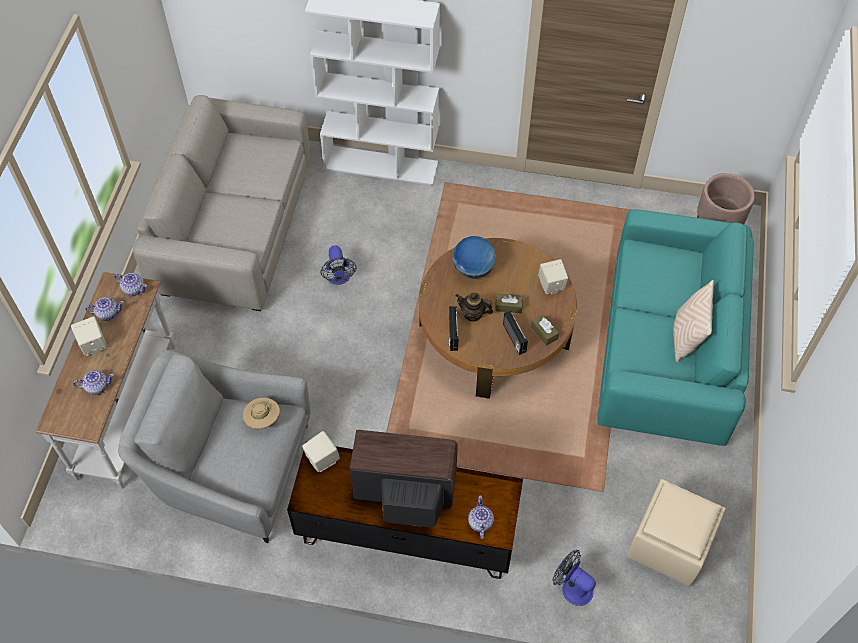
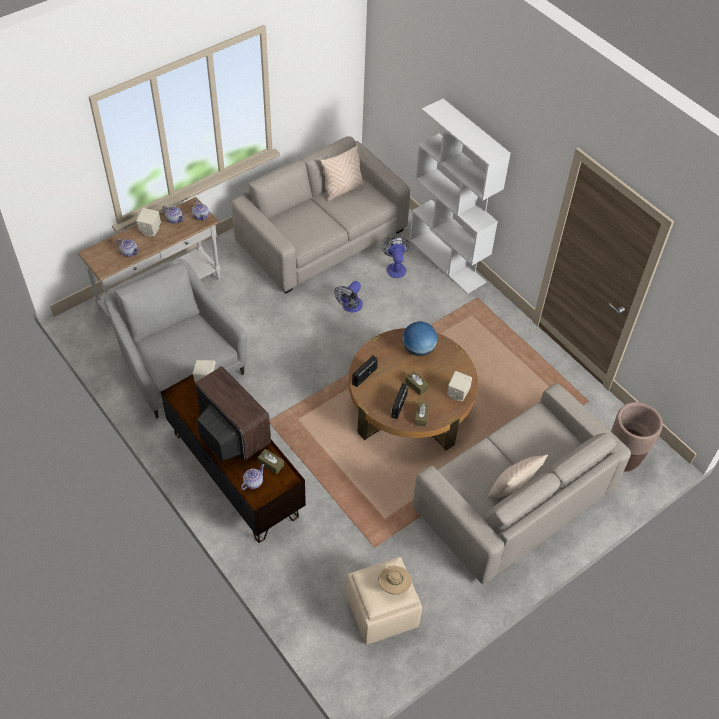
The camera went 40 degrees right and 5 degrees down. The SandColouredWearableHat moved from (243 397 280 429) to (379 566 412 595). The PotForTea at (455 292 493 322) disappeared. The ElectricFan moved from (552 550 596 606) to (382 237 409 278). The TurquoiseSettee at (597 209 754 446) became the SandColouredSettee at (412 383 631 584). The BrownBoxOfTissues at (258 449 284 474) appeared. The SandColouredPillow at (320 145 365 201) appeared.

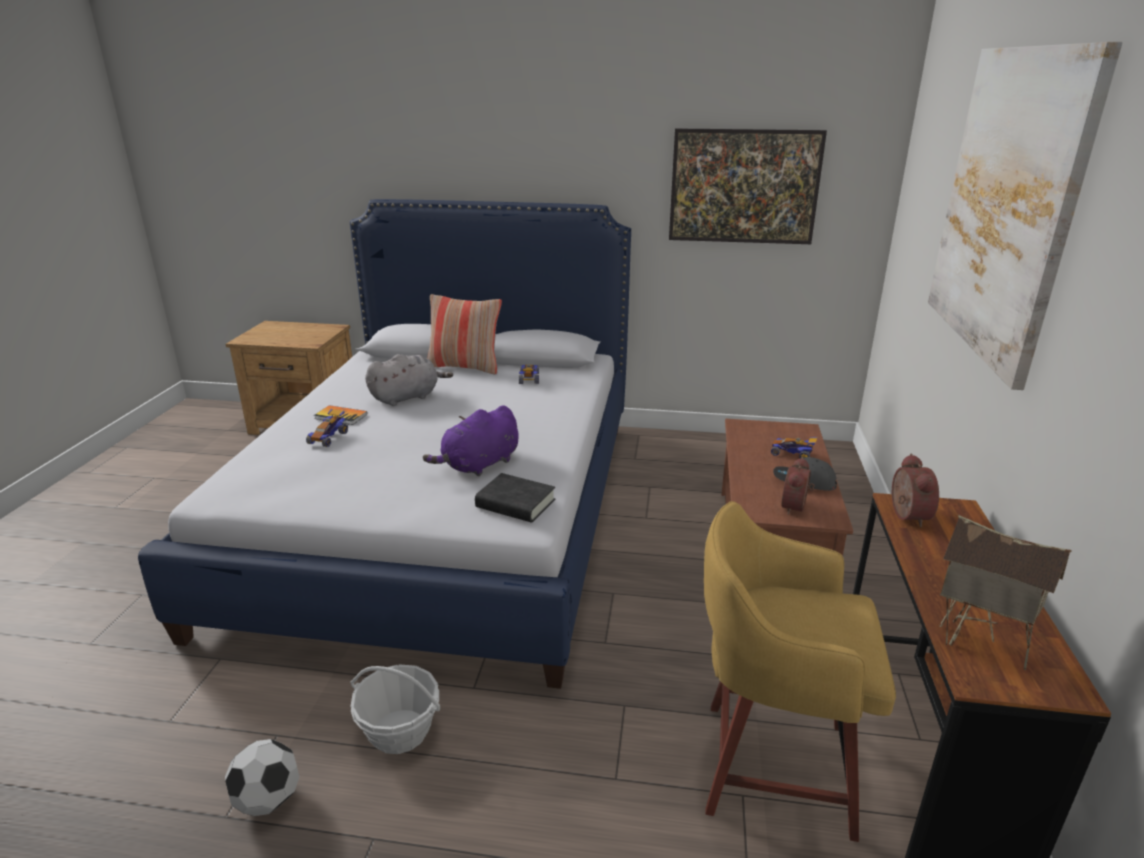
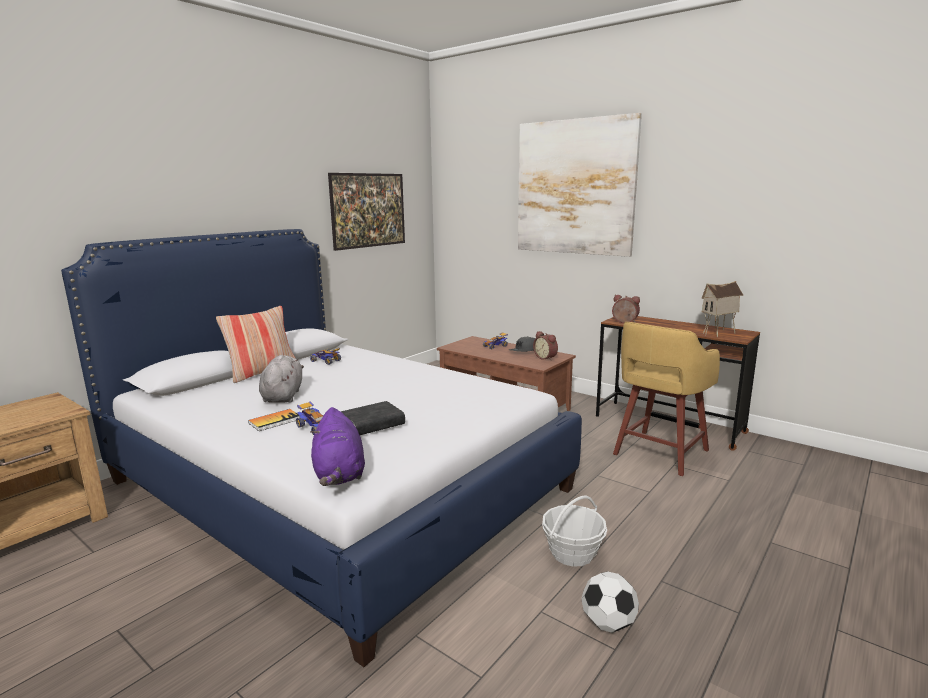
The camera went 60 degrees left and 10 degrees down. The PurplePlushToy moved from (423 405 519 476) to (310 407 365 486). The BlackBoundBook moved from (475 473 555 523) to (341 401 405 435).

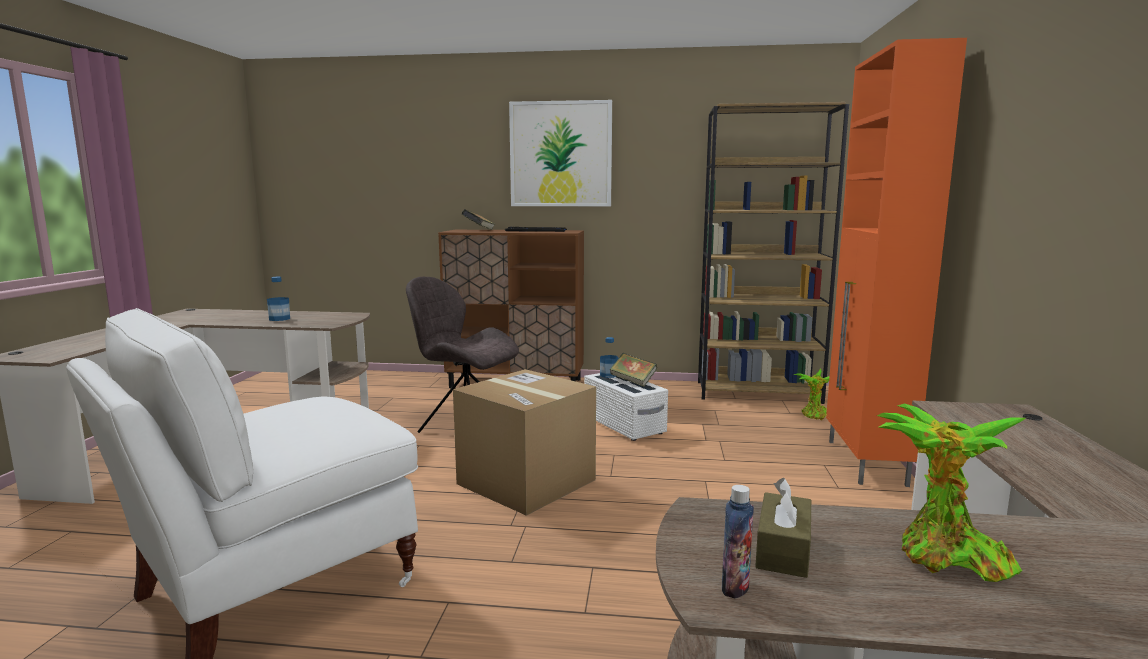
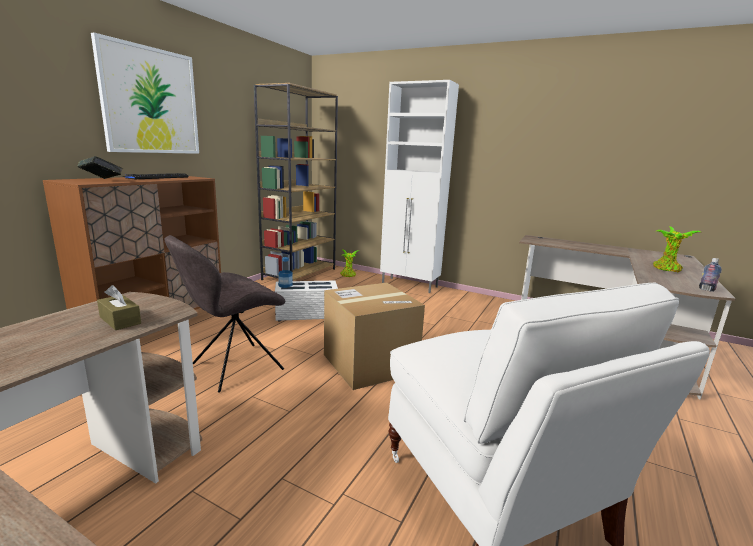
The camera went 70 degrees left and 5 degrees up. The BeverageBottle at (267 277 290 321) disappeared. The BoundBook at (610 353 657 387) disappeared. The BrownBoxOfTissues moved from (755 478 811 578) to (97 285 141 330). The OrangeyCabinet at (826 38 967 487) became the WhiteColouredCabinet at (380 80 459 293).

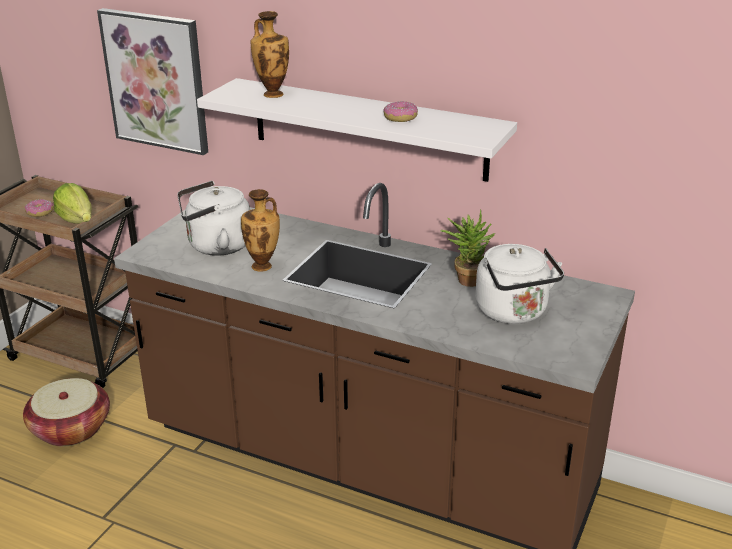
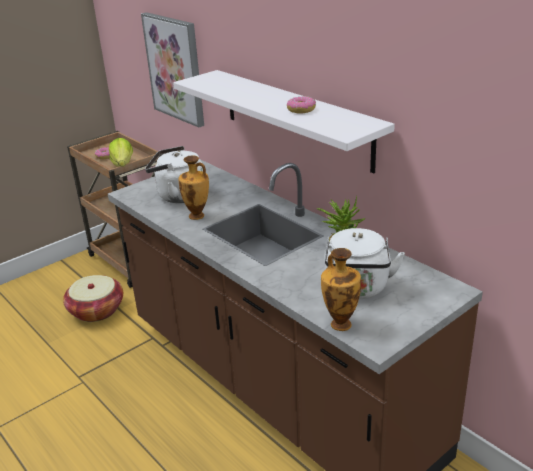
The camera went 25 degrees right and 0 degrees up. The DecorativeVase moved from (251 11 289 98) to (321 248 361 331).

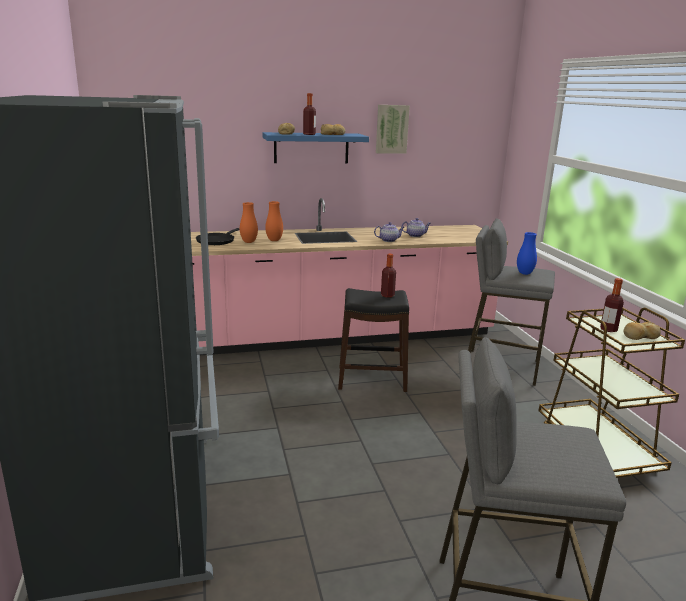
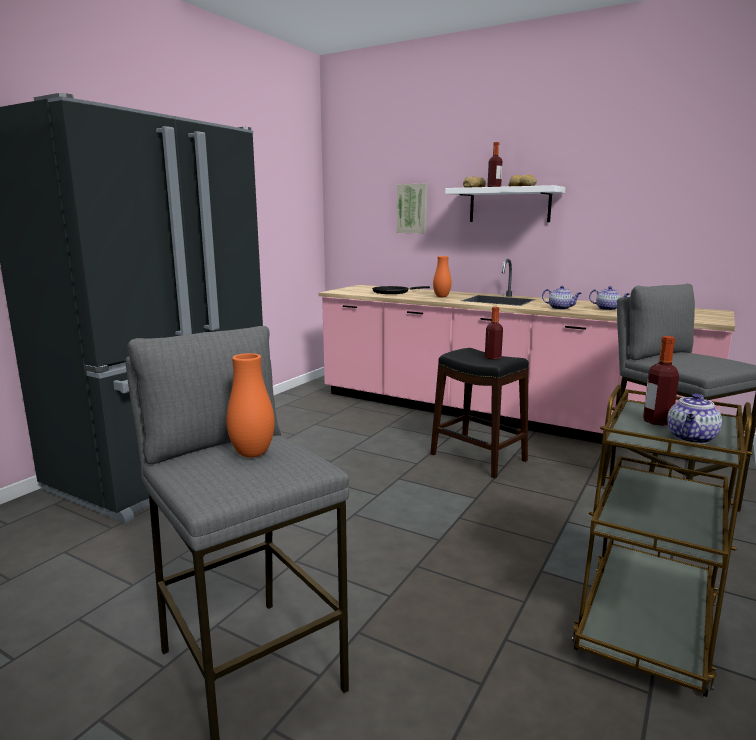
The camera went 45 degrees right and 5 degrees down. The OrangeyDecorativeVase moved from (240 202 258 243) to (226 353 275 458). The BlueBracketShelf at (262 132 369 163) became the WhiteColouredBracketShelf at (445 185 566 222). The WallArt moved from (376 105 410 154) to (396 184 428 233). The BlueDecorativeVase at (517 232 537 275) disappeared. The Bread at (624 321 661 340) was replaced by the PotForTea at (667 393 722 444).

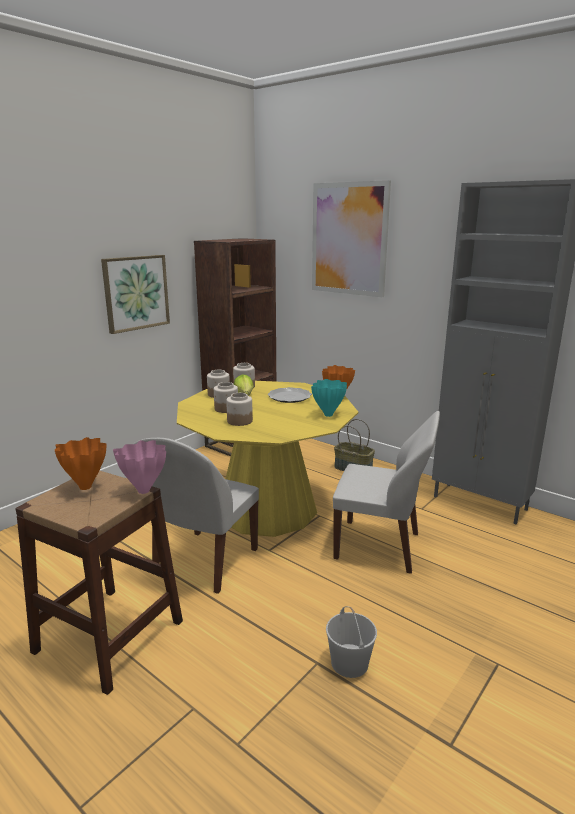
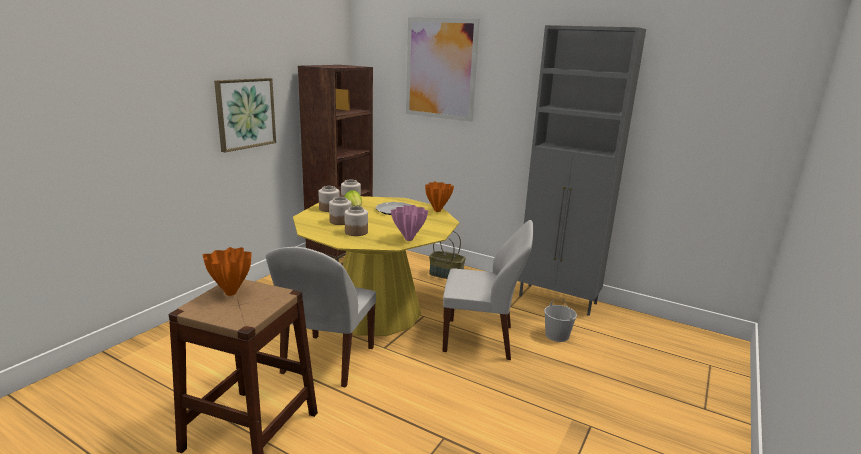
The camera went 10 degrees left and 0 degrees up. The PinkColouredDecorativeVase moved from (113 440 166 494) to (391 205 428 241). The TurquoiseDecorativeVase at (311 379 347 417) disappeared. The WhiteColouredBucket moved from (326 606 377 678) to (544 298 577 342).

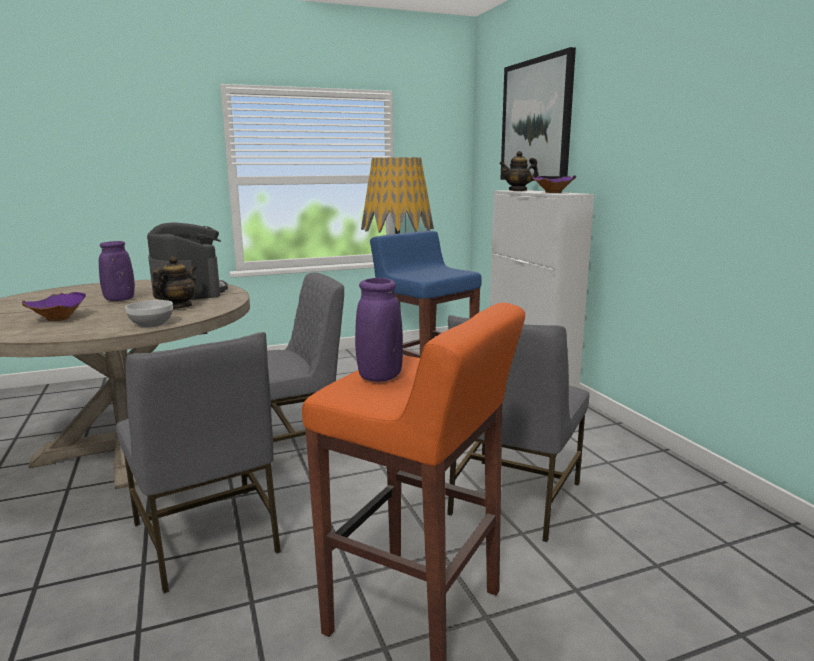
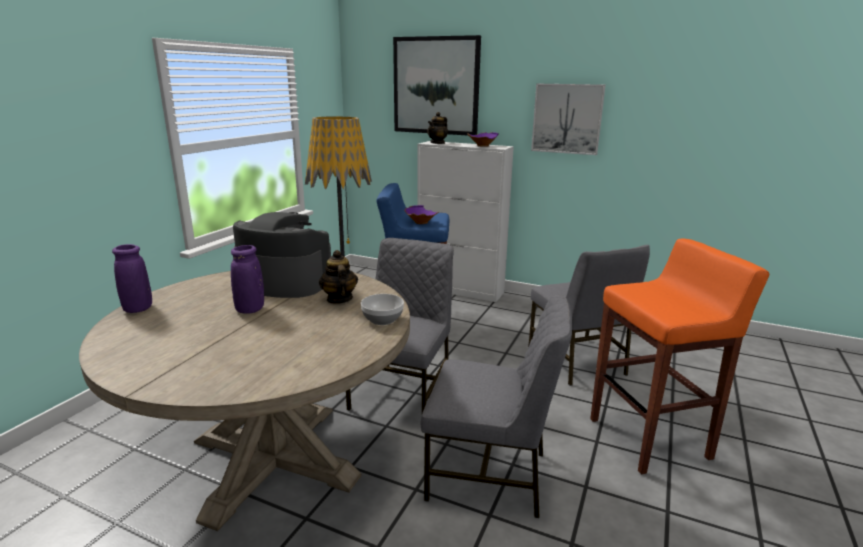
The camera went 45 degrees left and 5 degrees up. The PurpleDeepDish moved from (22 292 86 321) to (404 205 439 224). The PurpleDecorativeVase moved from (355 278 403 382) to (112 244 152 313). The WallArt at (531 84 606 155) appeared.

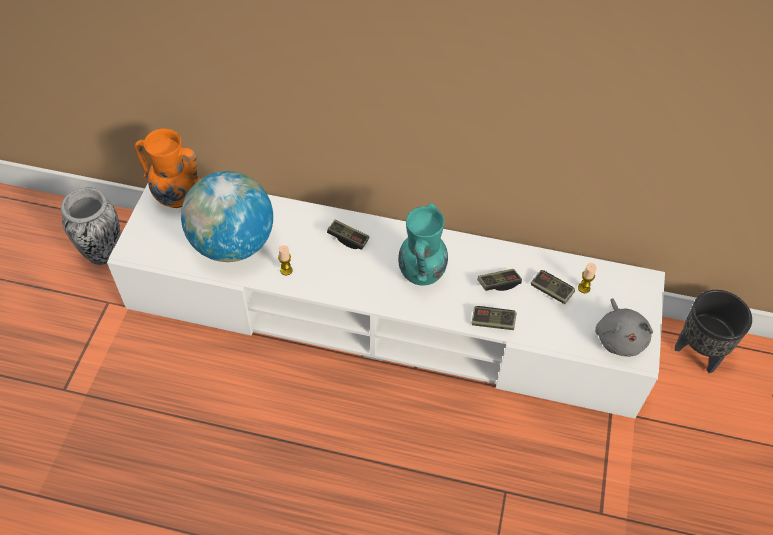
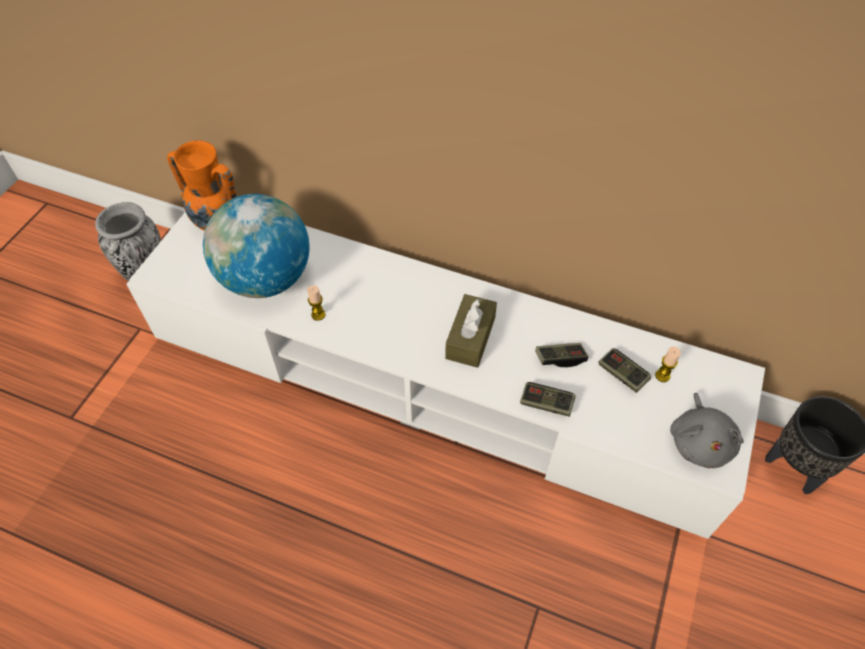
The camera went 10 degrees right and 0 degrees up. The Gamepad at (327 220 369 250) disappeared. The TurquoiseDecorativeVase at (398 203 448 285) was replaced by the BrownBoxOfTissues at (445 294 497 368).

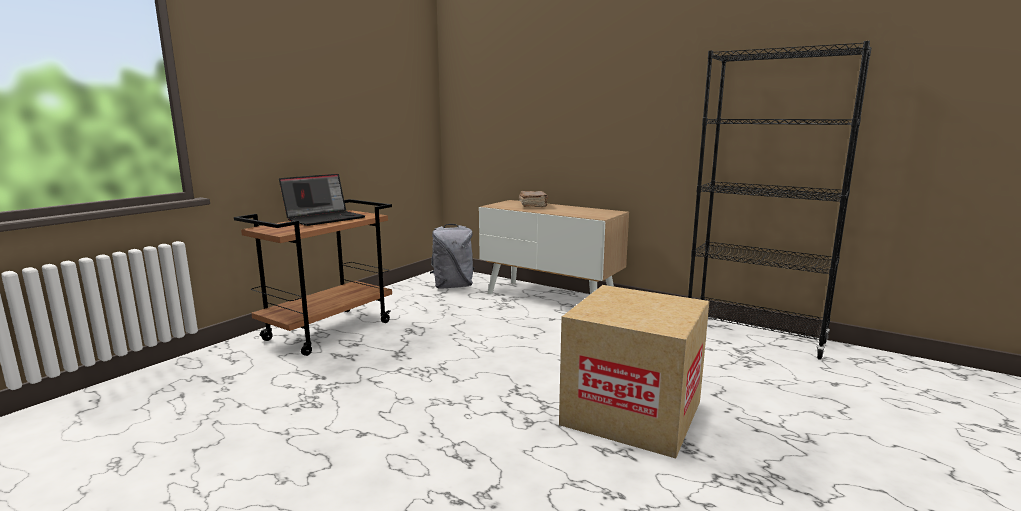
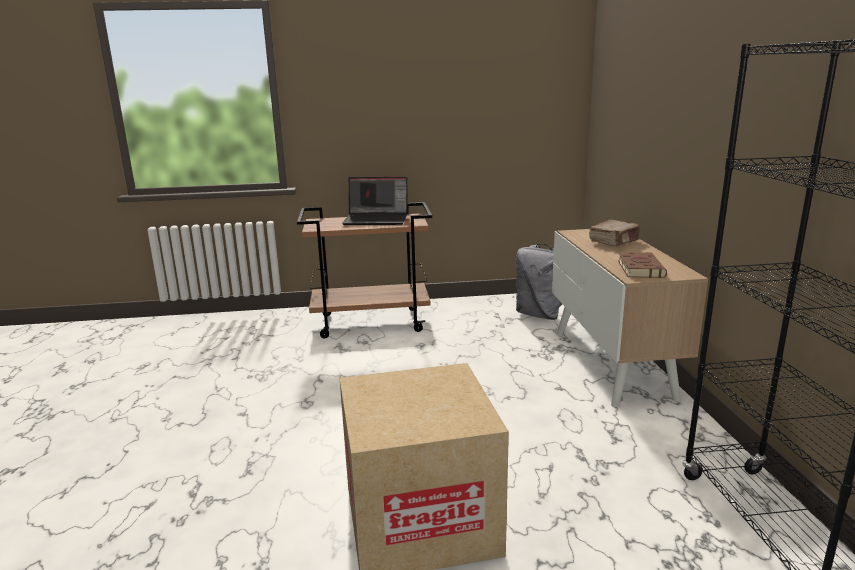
The camera went 50 degrees right and 5 degrees up. The BrownBoundBook at (618 252 667 278) appeared.

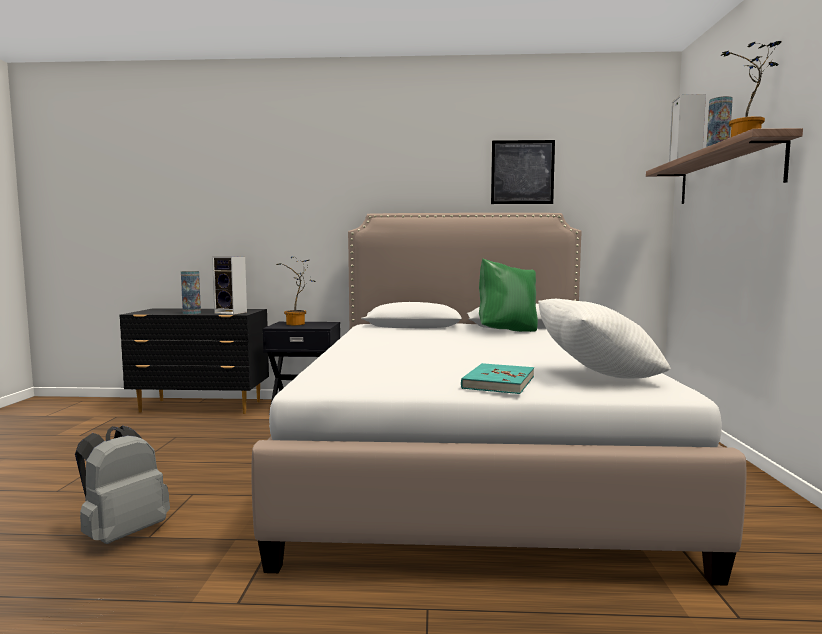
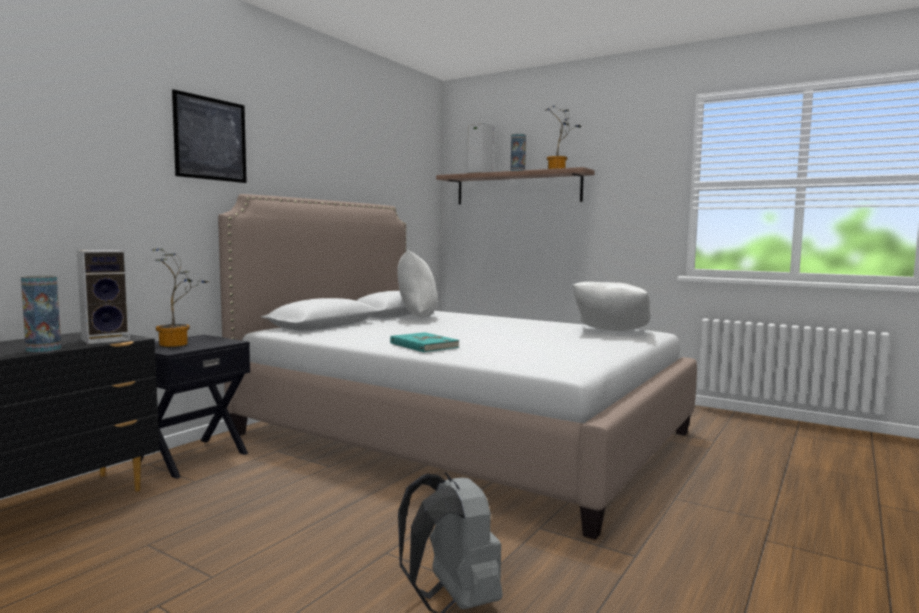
The camera went 60 degrees left and 0 degrees up. The TurquoiseBoundBook moved from (461 363 534 394) to (390 332 459 352). The GreenPillow at (479 258 538 332) became the WhiteColouredPillow at (397 250 438 317). The WallArt moved from (491 140 555 204) to (172 89 247 183).

